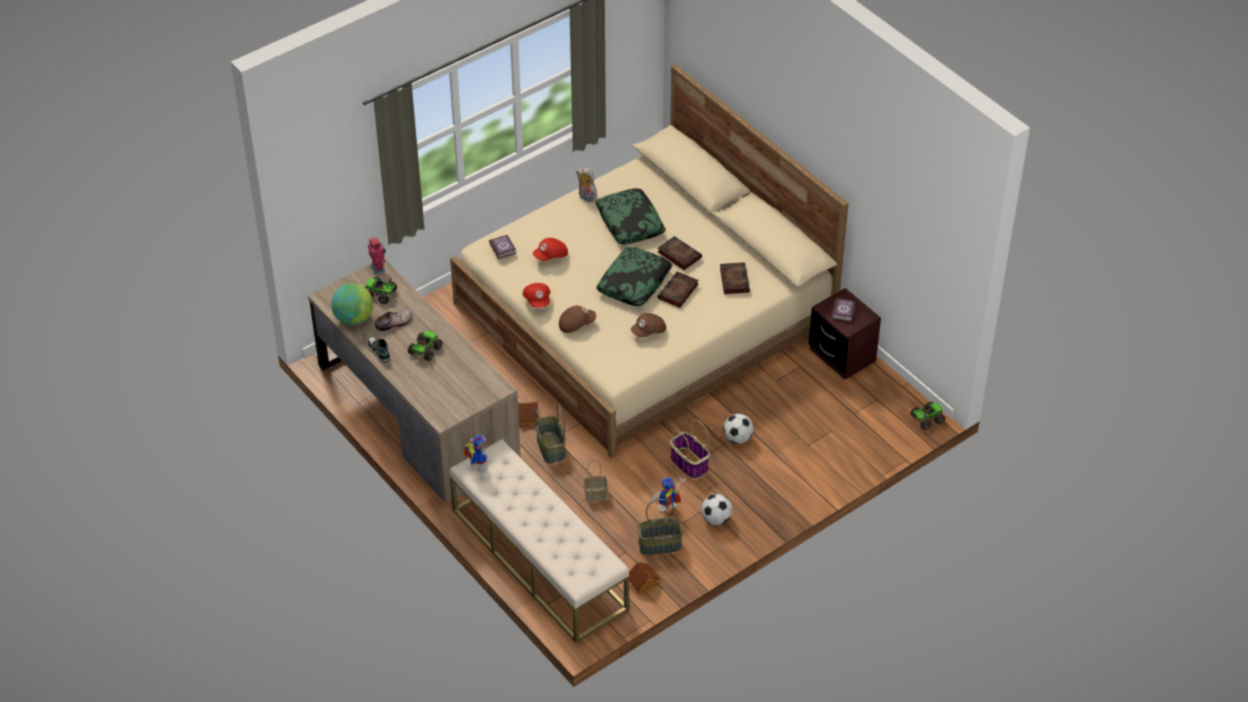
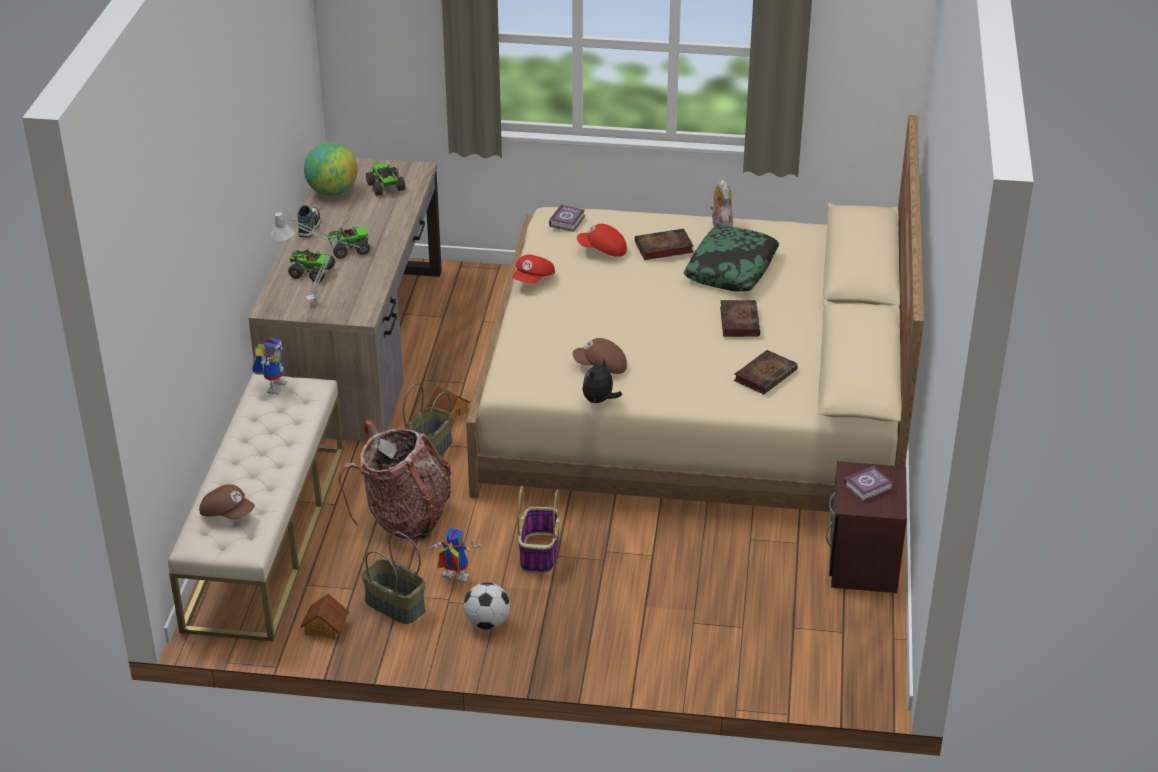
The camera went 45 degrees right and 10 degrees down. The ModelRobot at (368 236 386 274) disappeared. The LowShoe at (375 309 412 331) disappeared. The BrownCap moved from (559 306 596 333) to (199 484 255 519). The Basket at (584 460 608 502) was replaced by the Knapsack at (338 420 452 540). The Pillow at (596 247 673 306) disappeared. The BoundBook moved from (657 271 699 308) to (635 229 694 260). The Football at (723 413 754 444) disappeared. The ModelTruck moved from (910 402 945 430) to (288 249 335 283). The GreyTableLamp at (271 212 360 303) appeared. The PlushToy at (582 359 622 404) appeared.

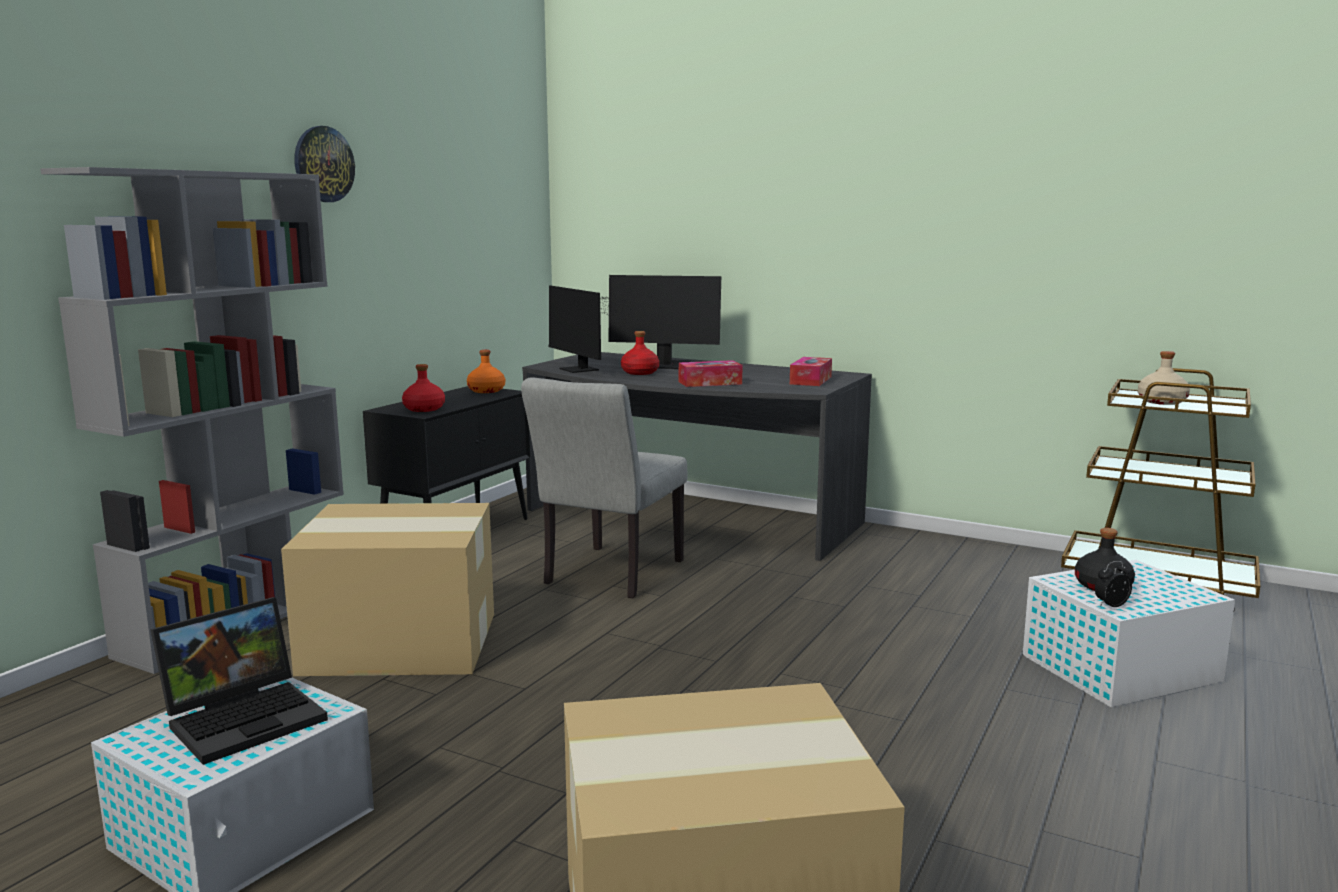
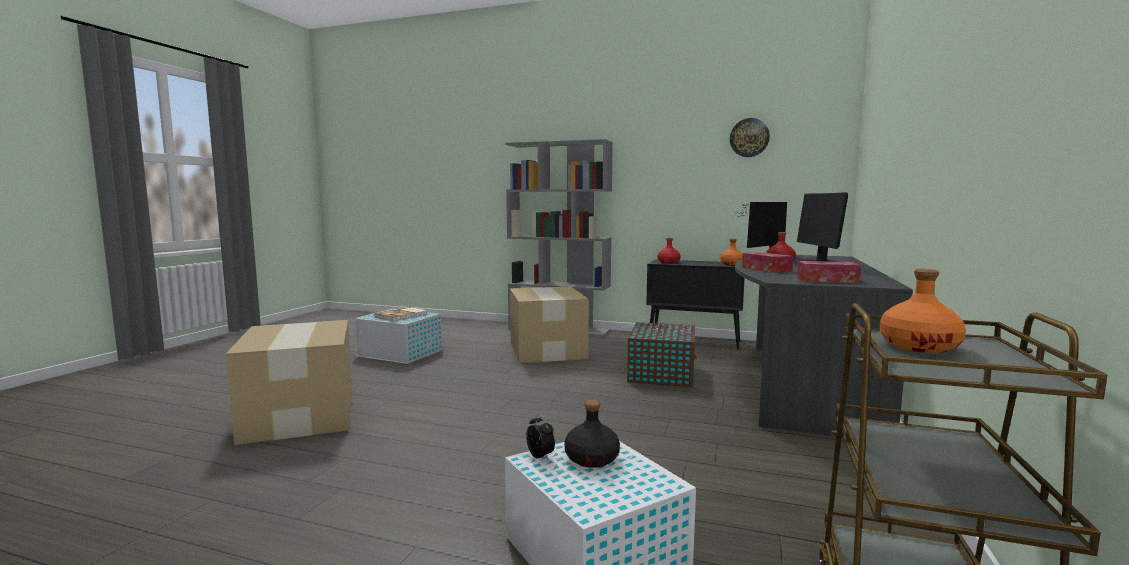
The camera went 80 degrees right and 5 degrees down. The PortableComputer at (150 597 328 765) was replaced by the BoundBook at (374 307 427 322). The ClockOnTheWall moved from (295 126 355 202) to (730 118 770 157). The GreyPlainChair at (521 377 687 598) was replaced by the BrownStorageBox at (627 322 697 387). The SandColouredBeverageBottle at (1138 351 1190 405) became the OrangeyBeverageBottle at (880 269 966 353).

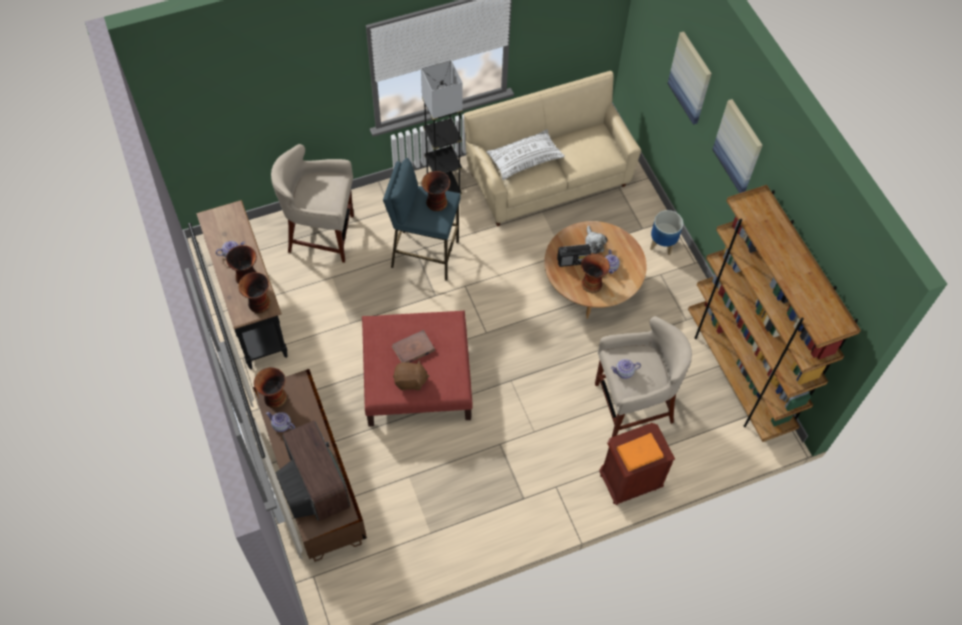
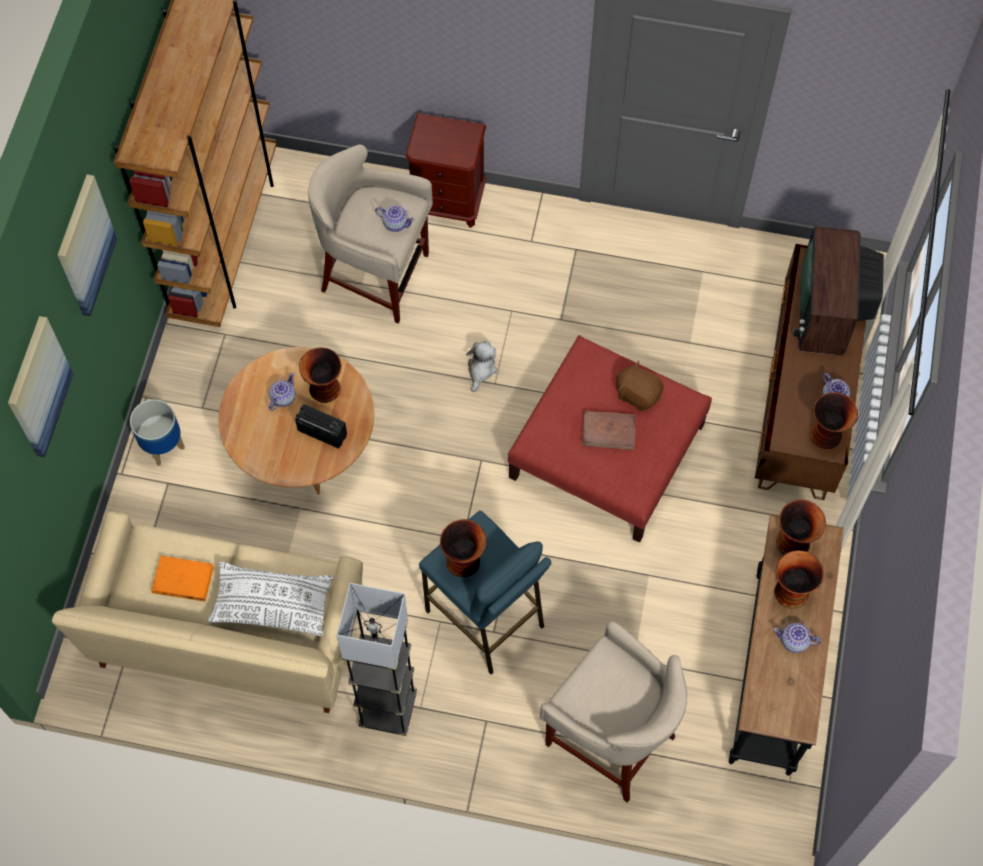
The camera went 145 degrees left and 5 degrees up. The PlushToy moved from (585 226 607 254) to (466 341 497 392). The OrangeyBoundBook moved from (617 433 664 471) to (151 556 214 602).

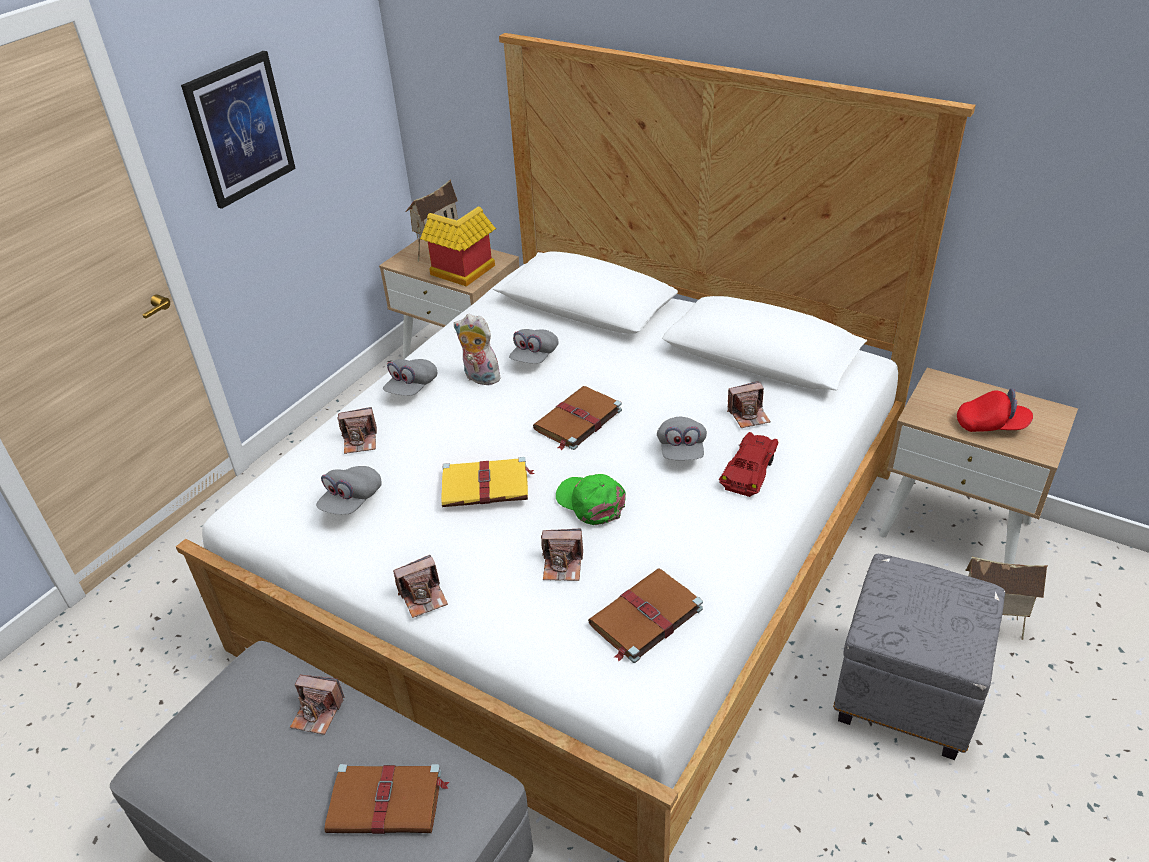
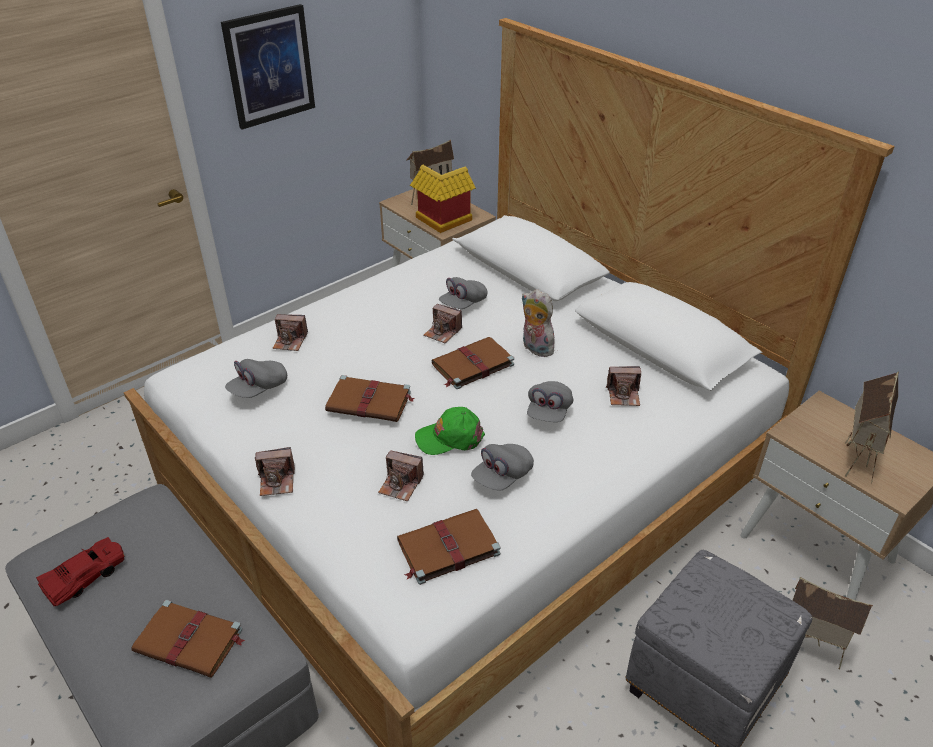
The camera went 15 degrees right and 0 degrees up. The PhotoCamera moved from (290 675 344 735) to (423 304 462 343). The GreyCap moved from (383 359 437 396) to (471 444 534 491). The YellowColouredBoundBook at (441 457 534 507) became the BrownBoundBook at (325 375 415 422). The PlushToy moved from (454 314 500 385) to (522 289 557 357). The GreenCap at (556 474 626 525) turned 75 degrees counterclockwise. The RedModelCar moved from (719 432 779 497) to (36 537 124 606). The RedCap at (957 388 1033 432) was replaced by the ModelHouse at (845 371 899 484).

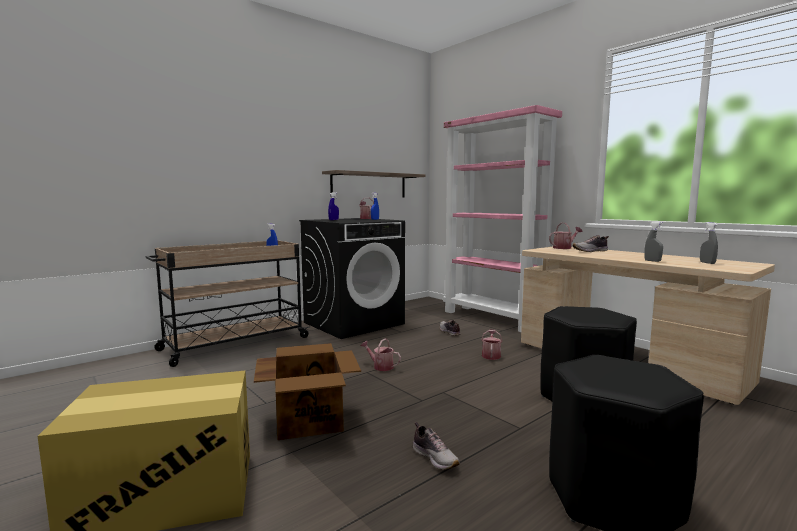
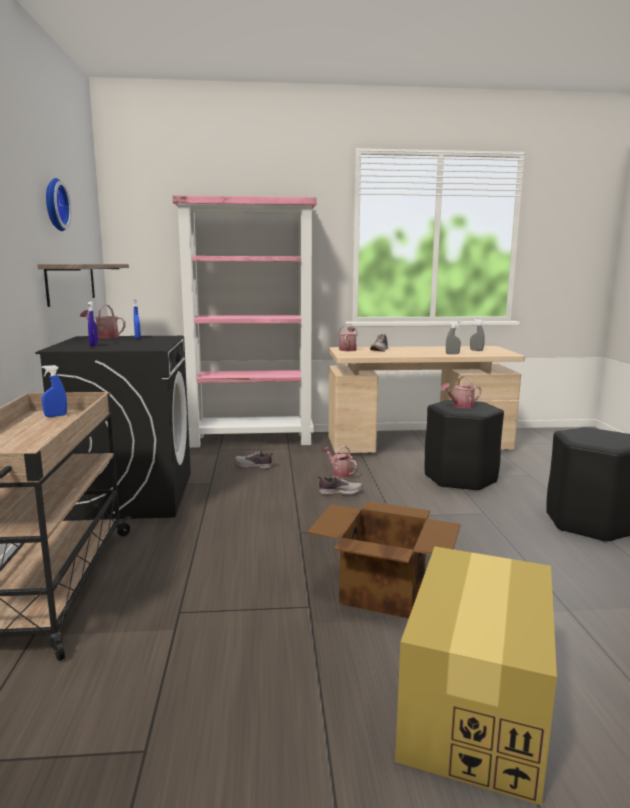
The camera went 55 degrees left and 5 degrees up. The WateringCan moved from (361 338 401 371) to (441 376 481 409). The LowShoe moved from (413 422 460 470) to (317 475 362 495). The ClockOnTheWall at (46 178 71 231) appeared.

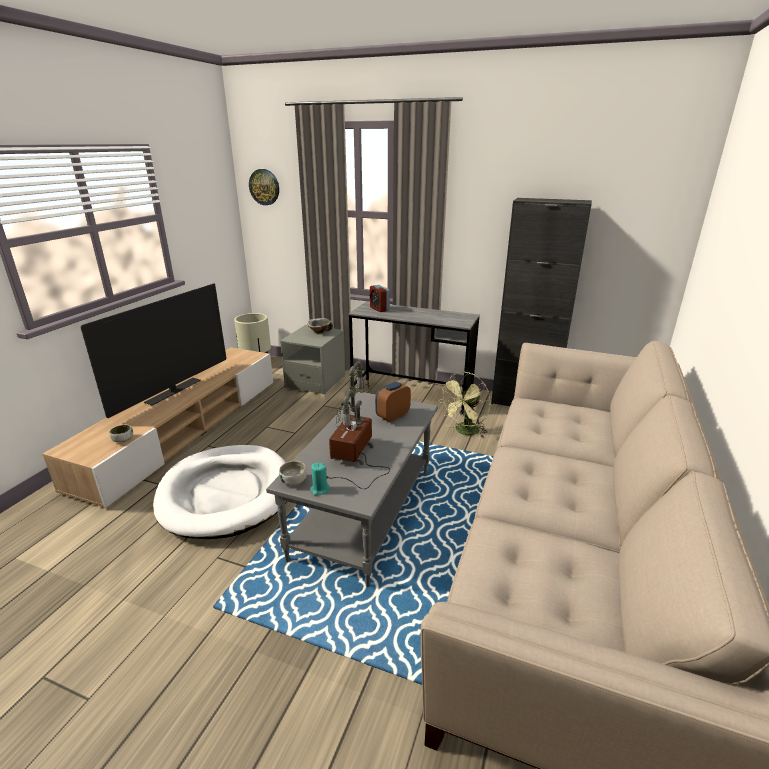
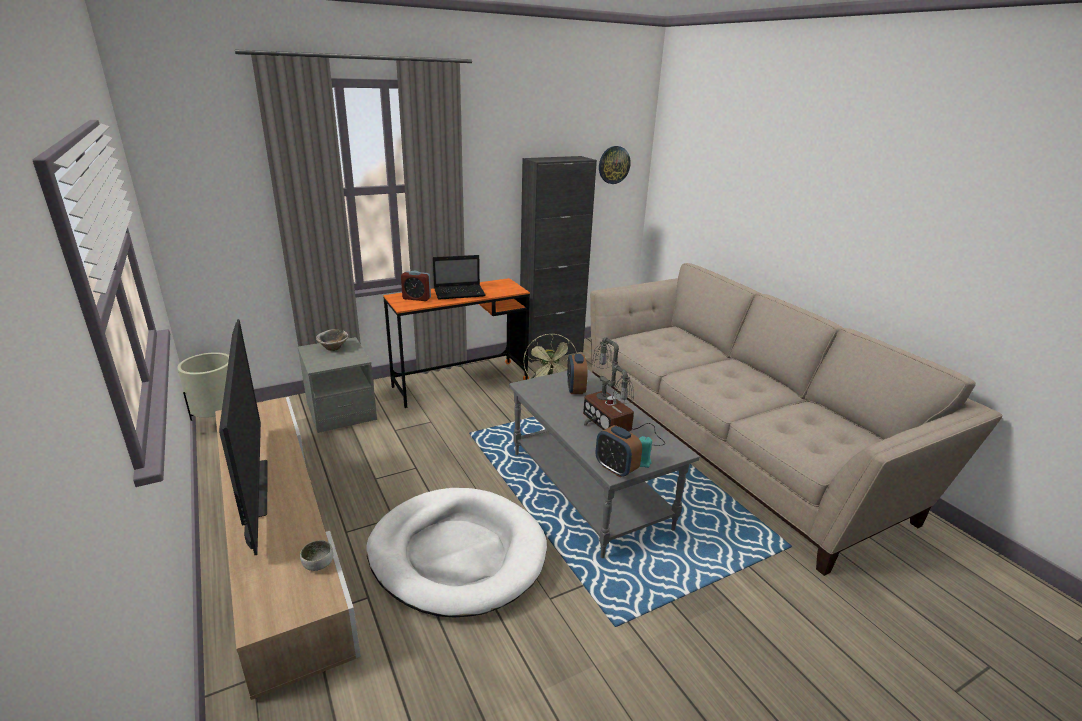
The camera went 50 degrees left and 0 degrees up. The ClockOnTheWall moved from (249 169 279 205) to (599 146 631 184). The DeepDish at (279 461 307 486) was replaced by the AlarmClock at (596 425 642 477). The GreyDesk at (349 302 480 415) became the OrangeyDesk at (383 278 530 408). The PortableComputer at (433 255 485 300) appeared.

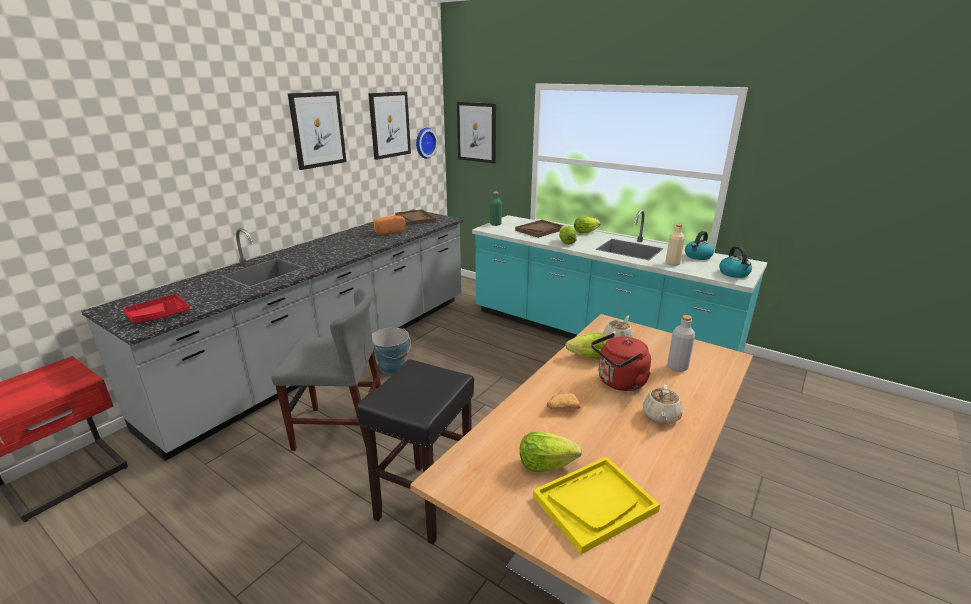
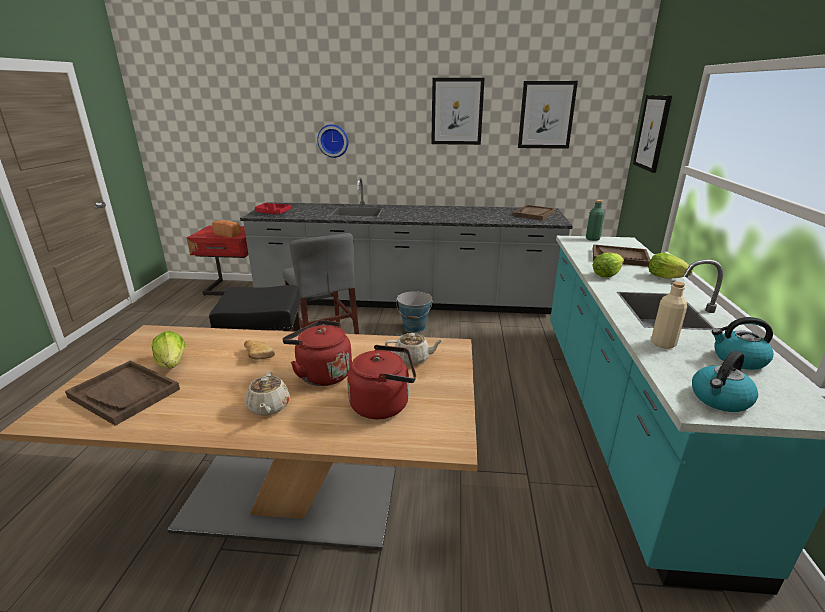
The camera went 60 degrees right and 0 degrees up. The Bread moved from (373 215 406 235) to (212 220 241 238). The ClockOnTheWall moved from (416 128 438 159) to (317 124 348 158). The YellowColouredCarryingTray at (533 457 660 554) became the BrownCarryingTray at (65 361 180 426). The HeadOfLettuce at (566 333 609 359) disappeared. The SandColouredPotForTea at (643 385 683 424) turned 90 degrees counterclockwise. The GreyBeverageBottle at (667 315 695 372) was replaced by the RedKettle at (347 345 416 419).

